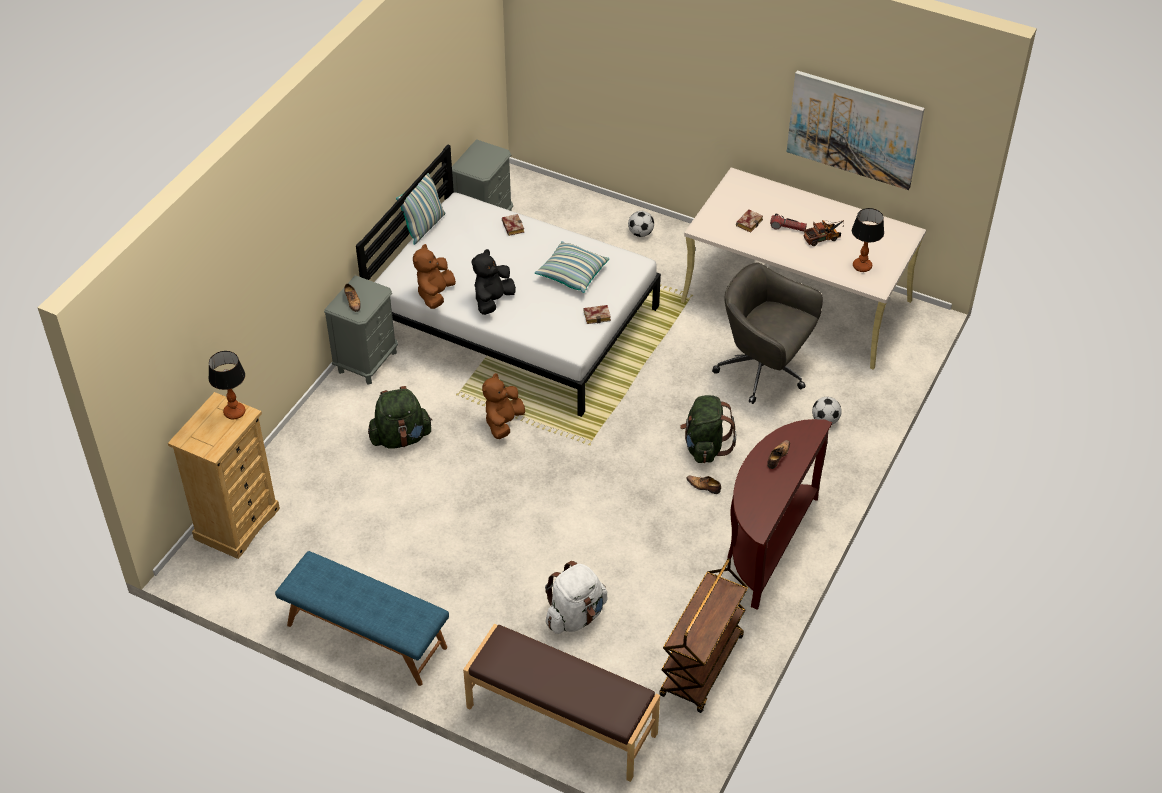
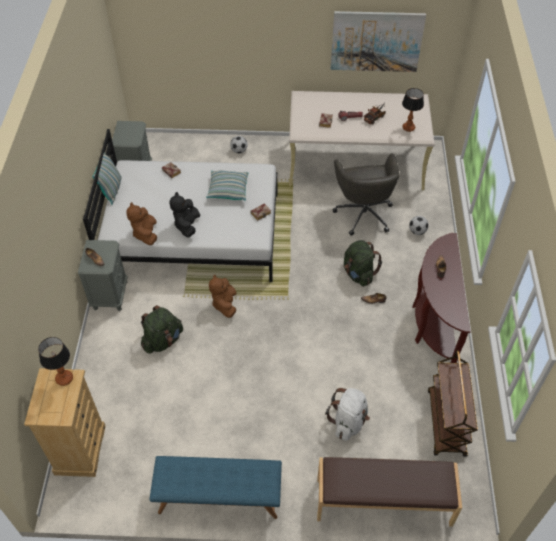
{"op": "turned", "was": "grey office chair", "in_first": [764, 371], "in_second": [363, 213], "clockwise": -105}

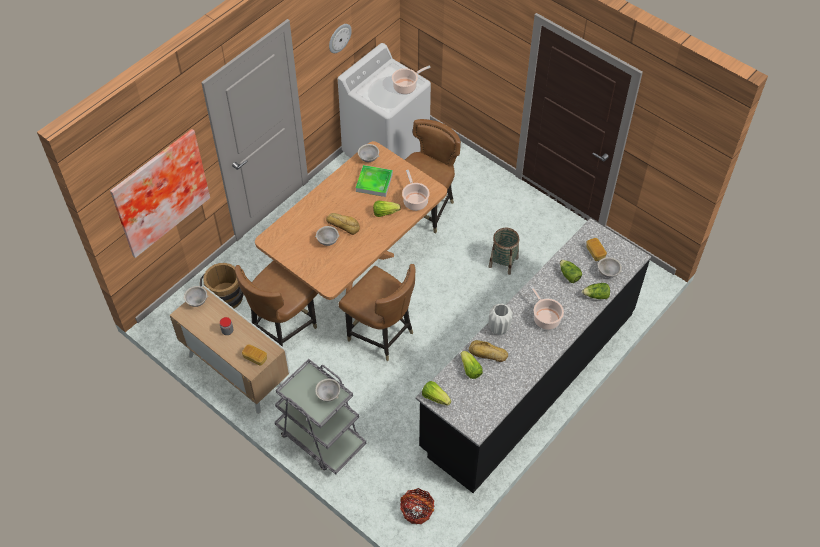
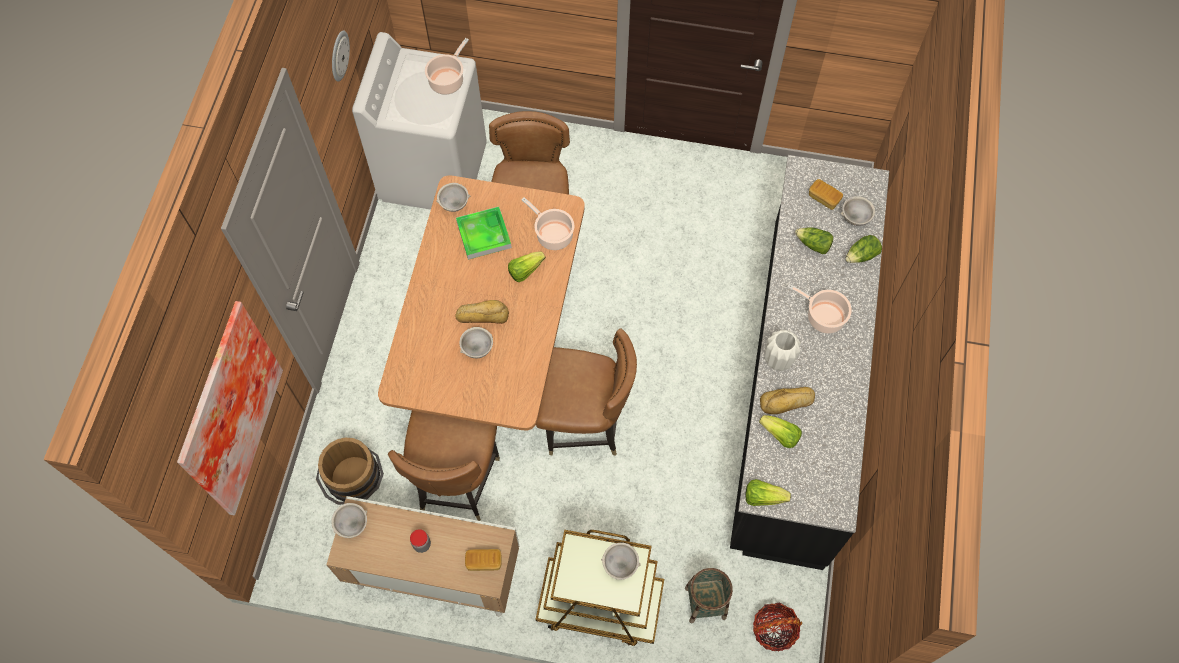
{"op": "recoloured", "was": "grey cart", "now": "brown cart", "in_first": [320, 438], "in_second": [599, 603]}
{"op": "moved", "was": "basket", "in_first": [503, 262], "in_second": [705, 603]}

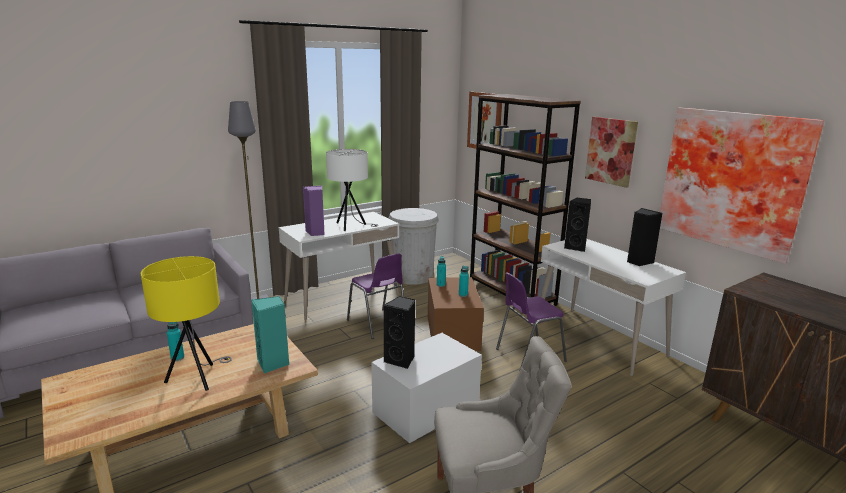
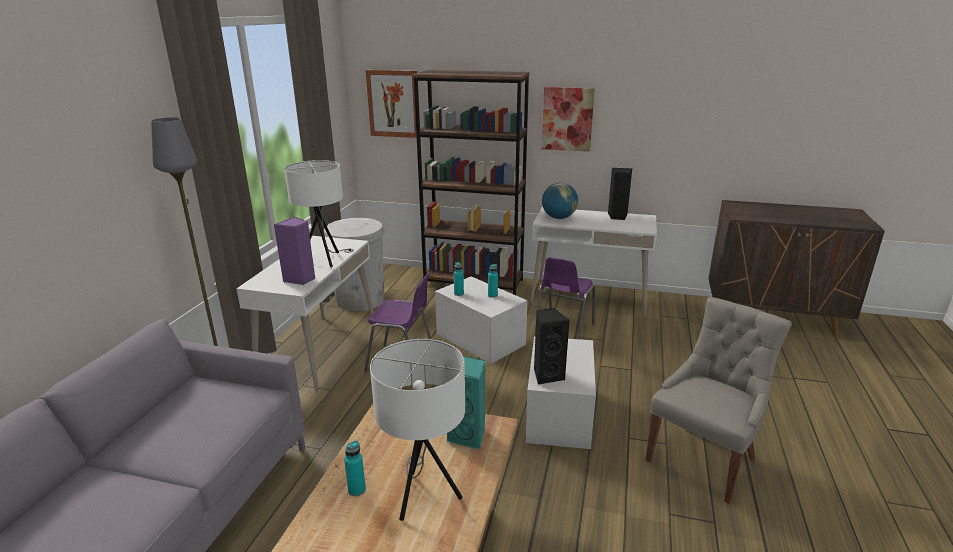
{"op": "recoloured", "was": "yellow table lamp", "now": "white table lamp", "in_first": [197, 378], "in_second": [424, 494]}
{"op": "recoloured", "was": "brown storage box", "now": "white storage box", "in_first": [452, 332], "in_second": [480, 339]}
{"op": "replaced", "was": "black speaker", "now": "globe", "in_first": [576, 247], "in_second": [558, 217]}
{"op": "removed", "was": "picture", "in_first": [733, 180]}

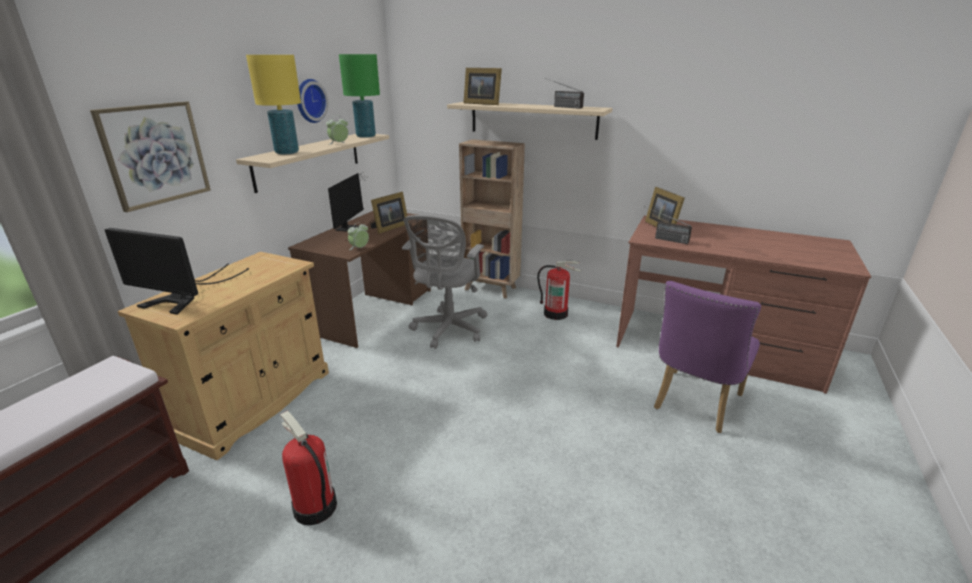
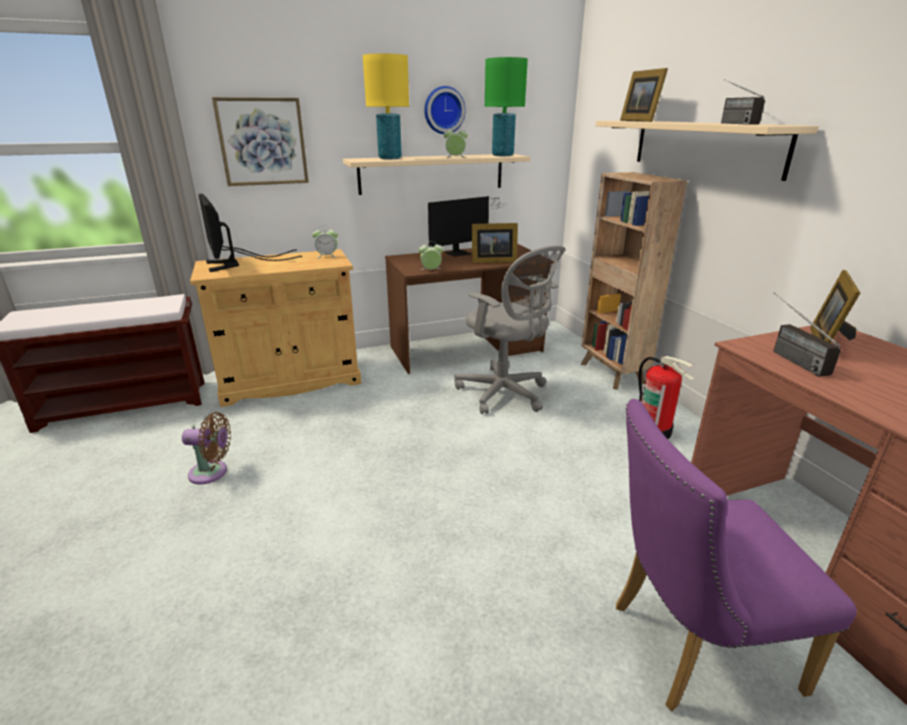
{"op": "replaced", "was": "fire extinguisher", "now": "brown fan", "in_first": [314, 507], "in_second": [212, 472]}
{"op": "turned", "was": "grey office chair", "in_first": [448, 330], "in_second": [505, 394], "clockwise": -105}
{"op": "added", "now": "alarm clock", "in_second": [327, 256]}

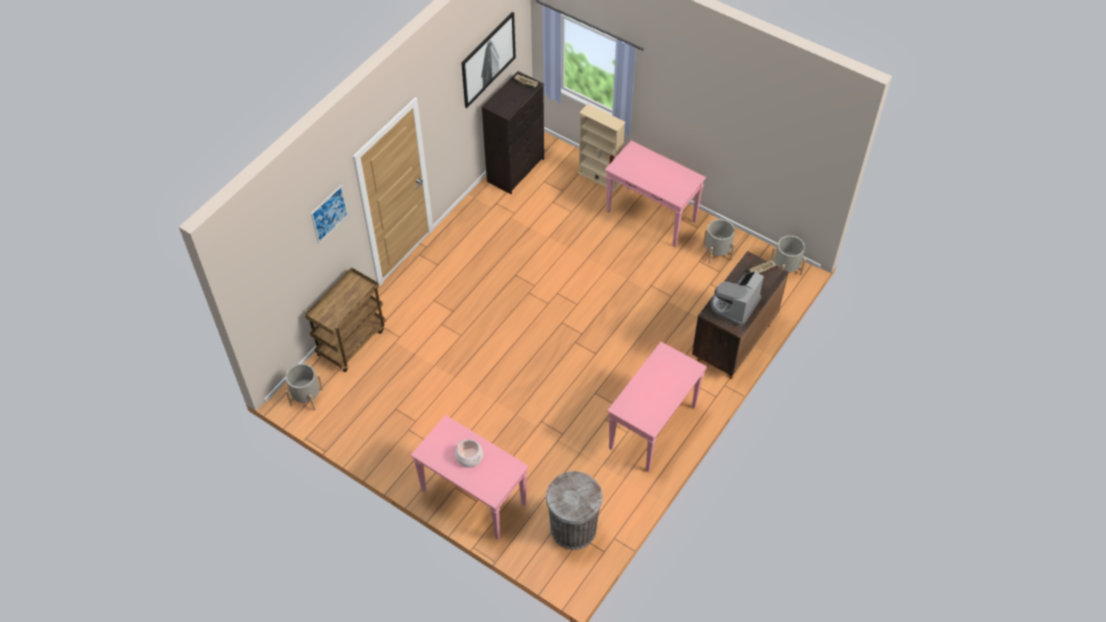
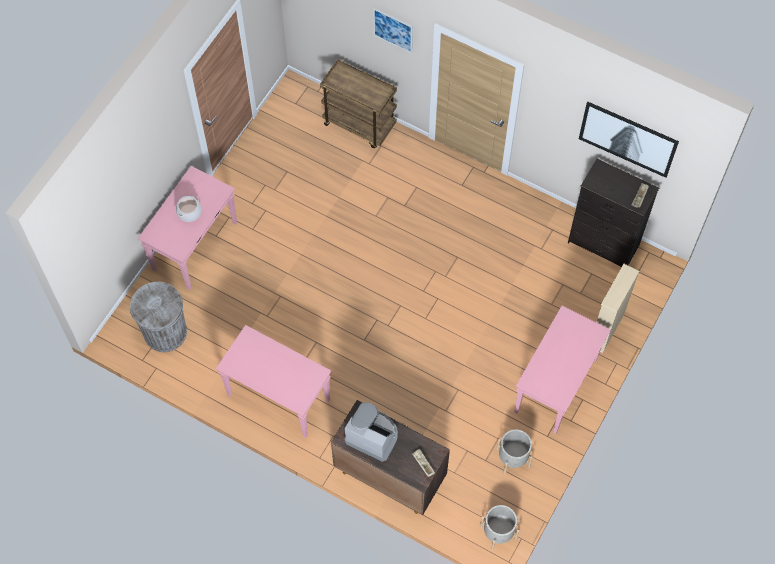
{"op": "removed", "was": "grey planter", "in_first": [307, 397]}

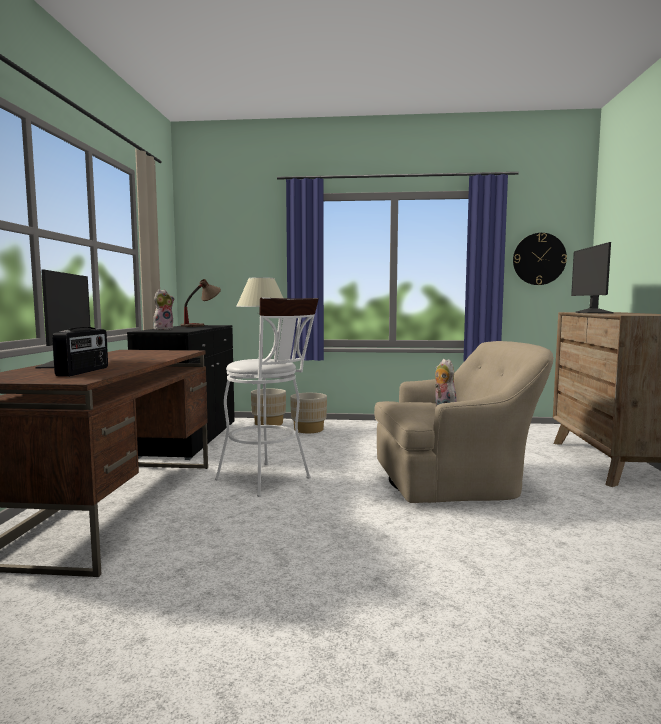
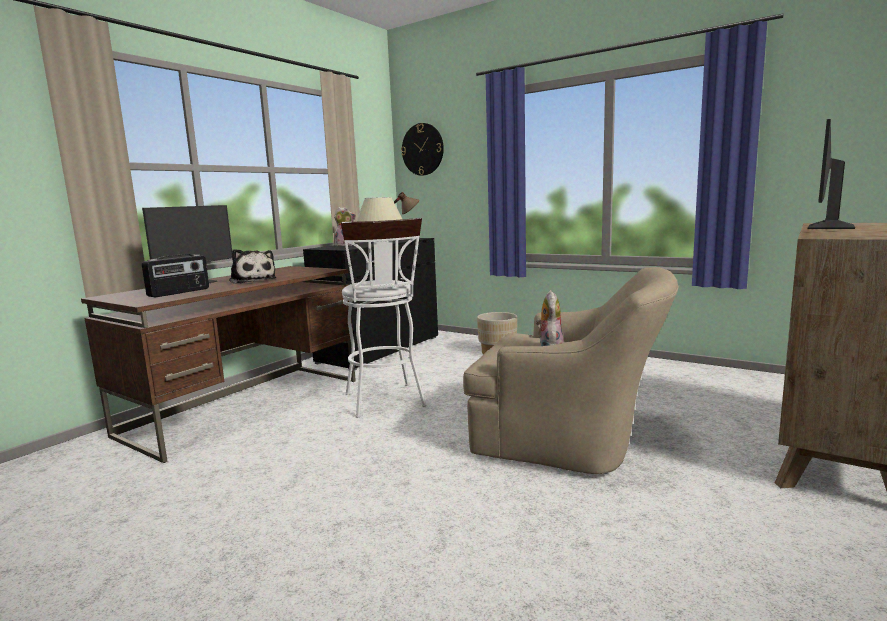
{"op": "removed", "was": "beige planter", "in_first": [269, 424]}
{"op": "moved", "was": "wall clock", "in_first": [539, 259], "in_second": [422, 149]}
{"op": "added", "now": "plush toy", "in_second": [252, 280]}

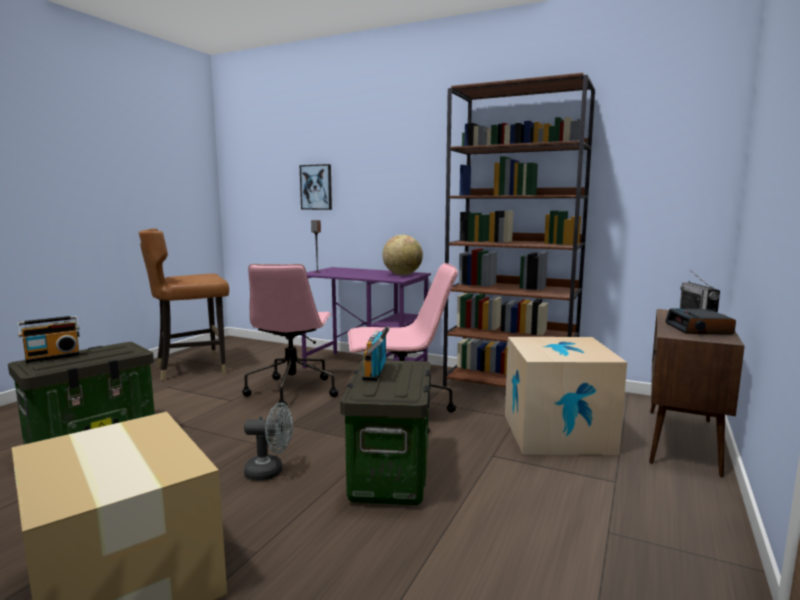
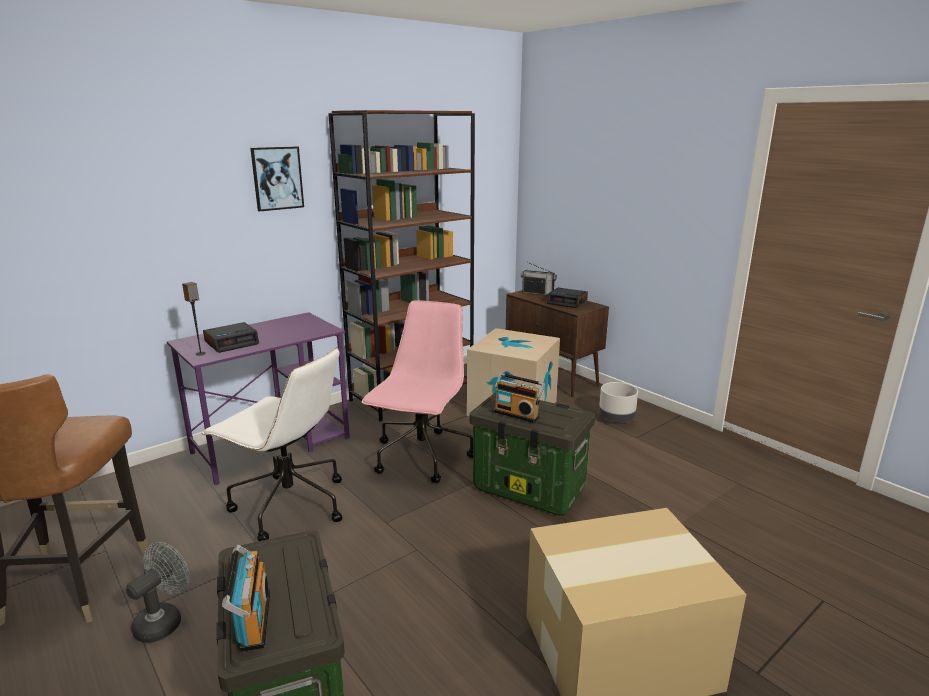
{"op": "recoloured", "was": "pink office chair", "now": "white office chair", "in_first": [292, 391], "in_second": [288, 505]}
{"op": "moved", "was": "grey fan", "in_first": [270, 472], "in_second": [164, 620]}
{"op": "moved", "was": "picture", "in_first": [316, 187], "in_second": [277, 178]}
{"op": "removed", "was": "globe", "in_first": [402, 274]}
{"op": "added", "now": "alarm clock", "in_second": [232, 343]}
{"op": "added", "now": "grey planter", "in_second": [616, 419]}

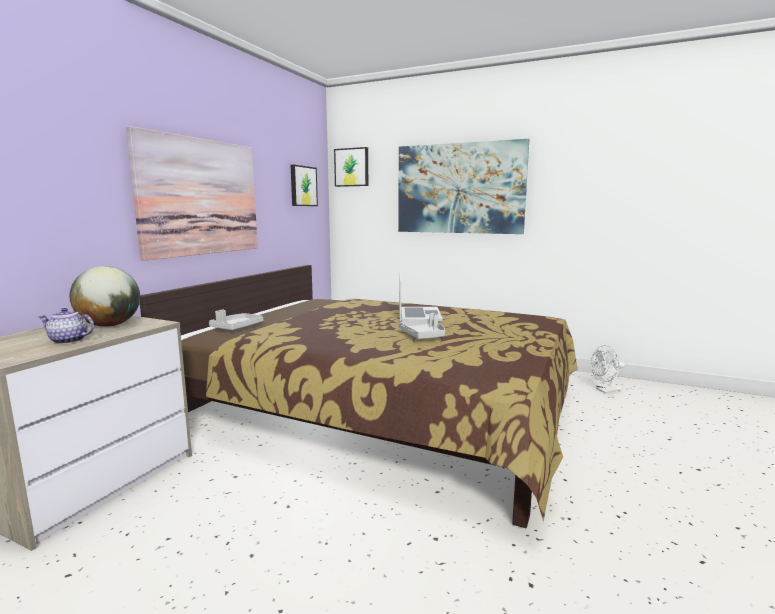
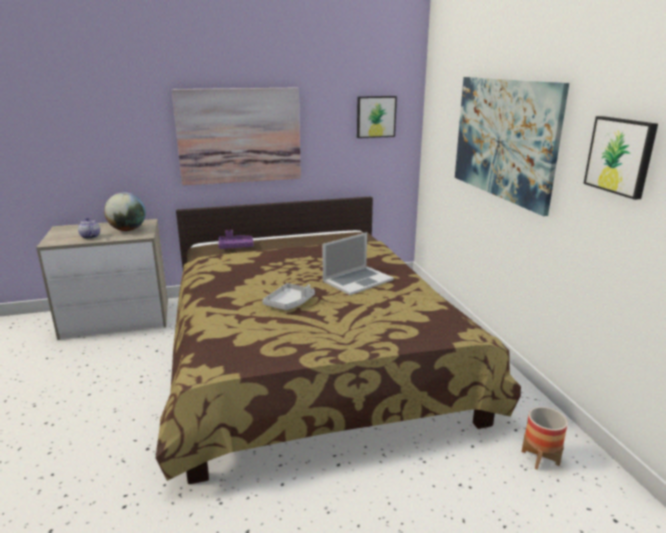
{"op": "recoloured", "was": "grey tray", "now": "purple tray", "in_first": [236, 327], "in_second": [235, 246]}
{"op": "moved", "was": "picture", "in_first": [352, 167], "in_second": [620, 156]}
{"op": "replaced", "was": "white fan", "now": "planter", "in_first": [605, 390], "in_second": [540, 458]}

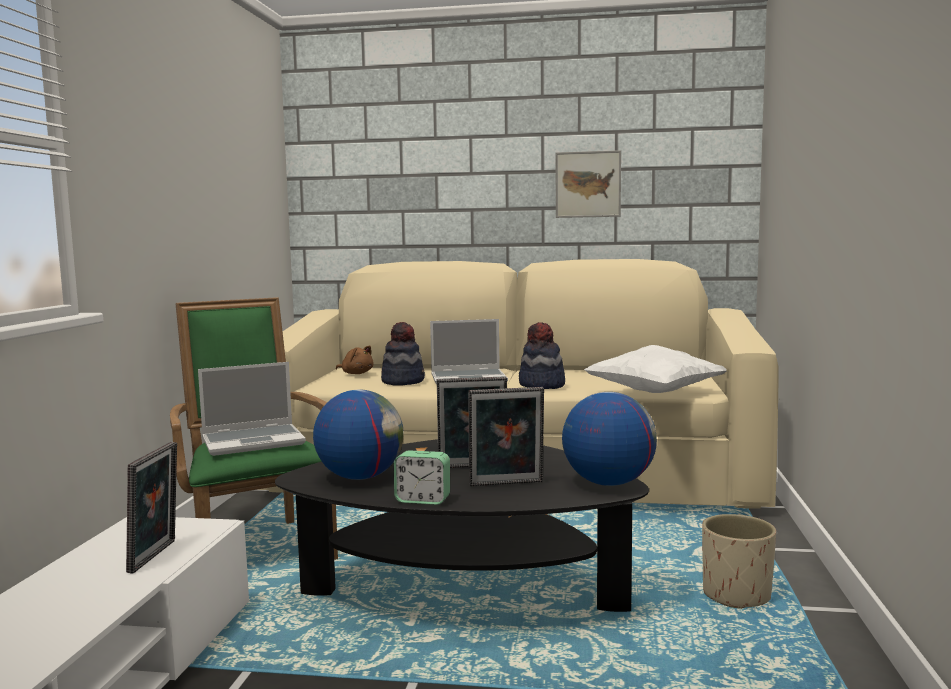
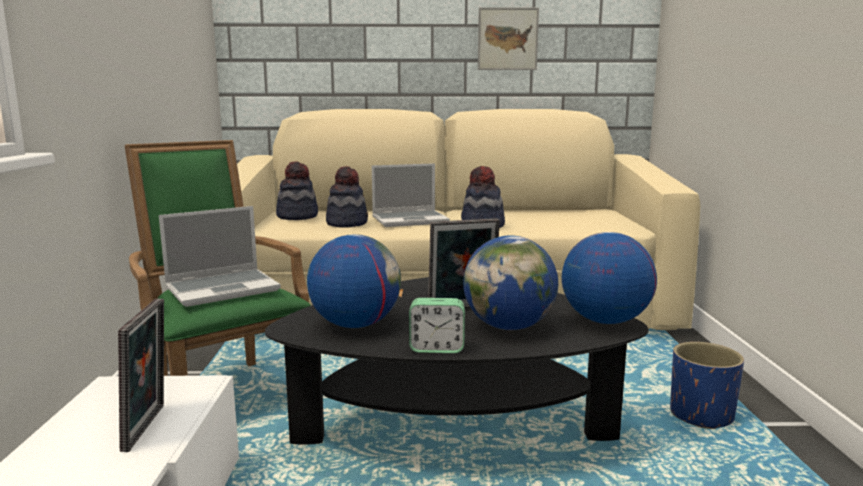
{"op": "replaced", "was": "brown plush toy", "now": "hat", "in_first": [356, 373], "in_second": [297, 216]}
{"op": "replaced", "was": "picture frame", "now": "globe", "in_first": [506, 485], "in_second": [509, 327]}
{"op": "removed", "was": "white pillow", "in_first": [655, 393]}
{"op": "recoloured", "was": "beige planter", "now": "blue planter", "in_first": [736, 595], "in_second": [701, 415]}

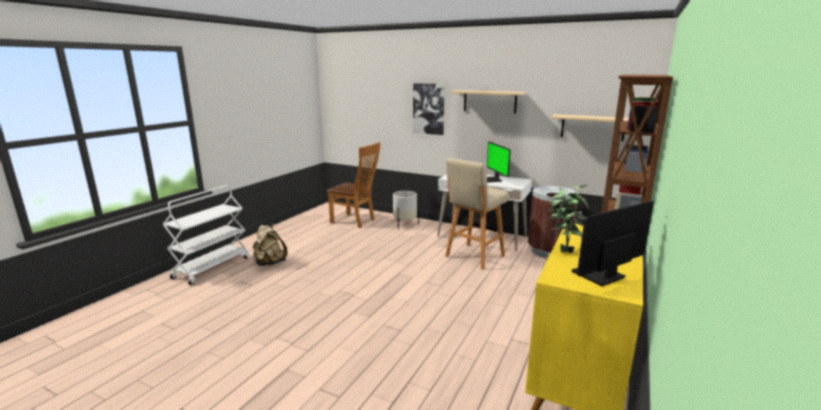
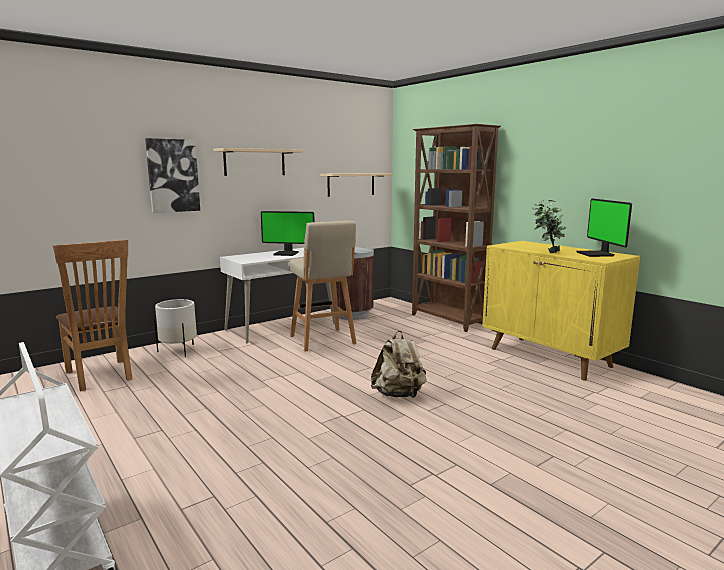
{"op": "moved", "was": "beige backpack", "in_first": [269, 263], "in_second": [399, 395]}
{"op": "turned", "was": "brown chair", "in_first": [355, 221], "in_second": [101, 376], "clockwise": 90}

